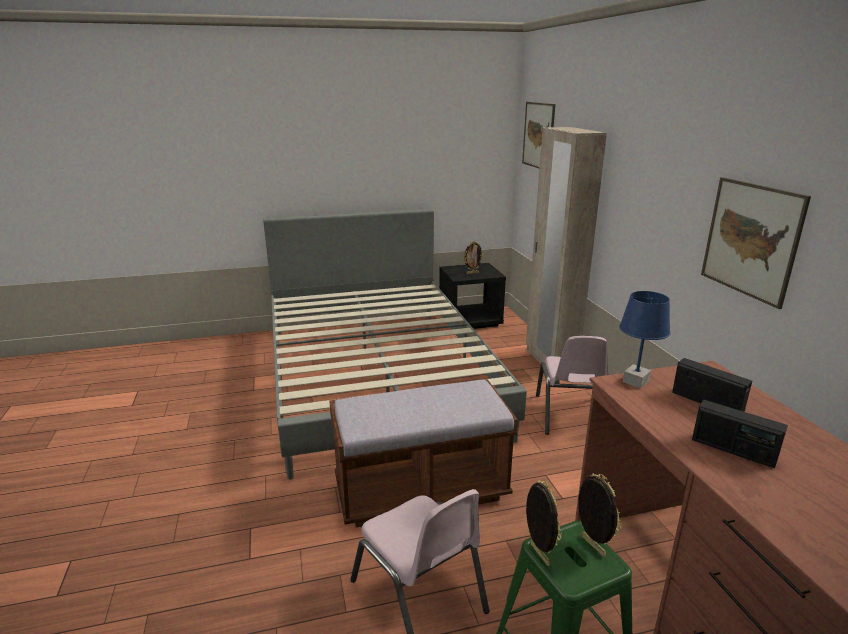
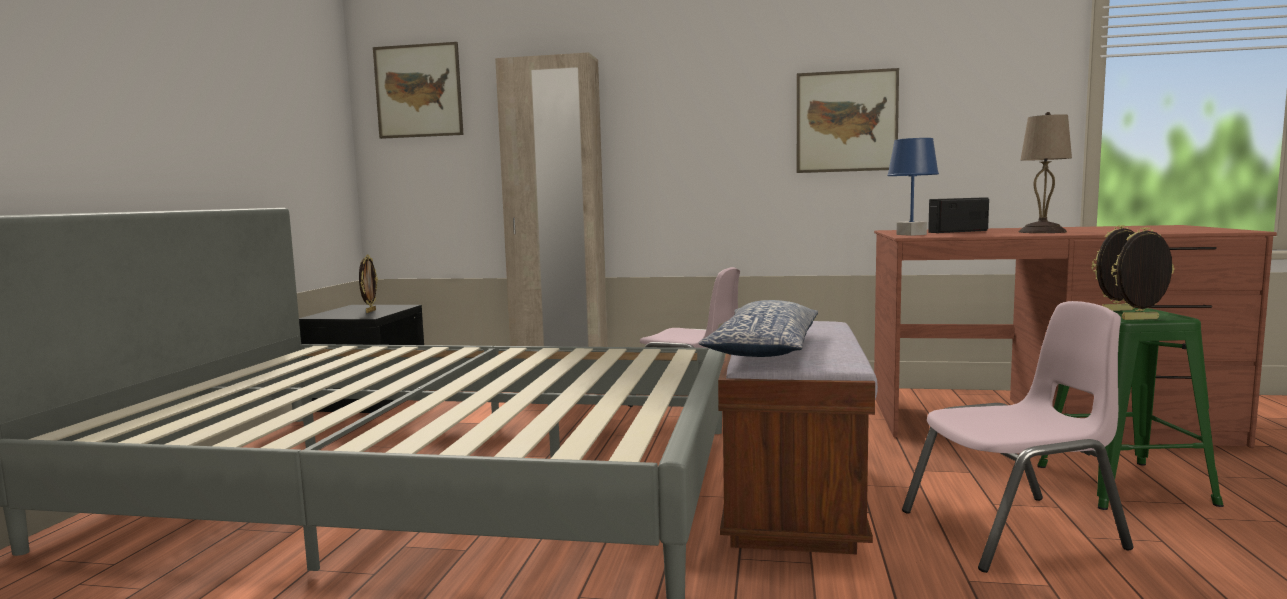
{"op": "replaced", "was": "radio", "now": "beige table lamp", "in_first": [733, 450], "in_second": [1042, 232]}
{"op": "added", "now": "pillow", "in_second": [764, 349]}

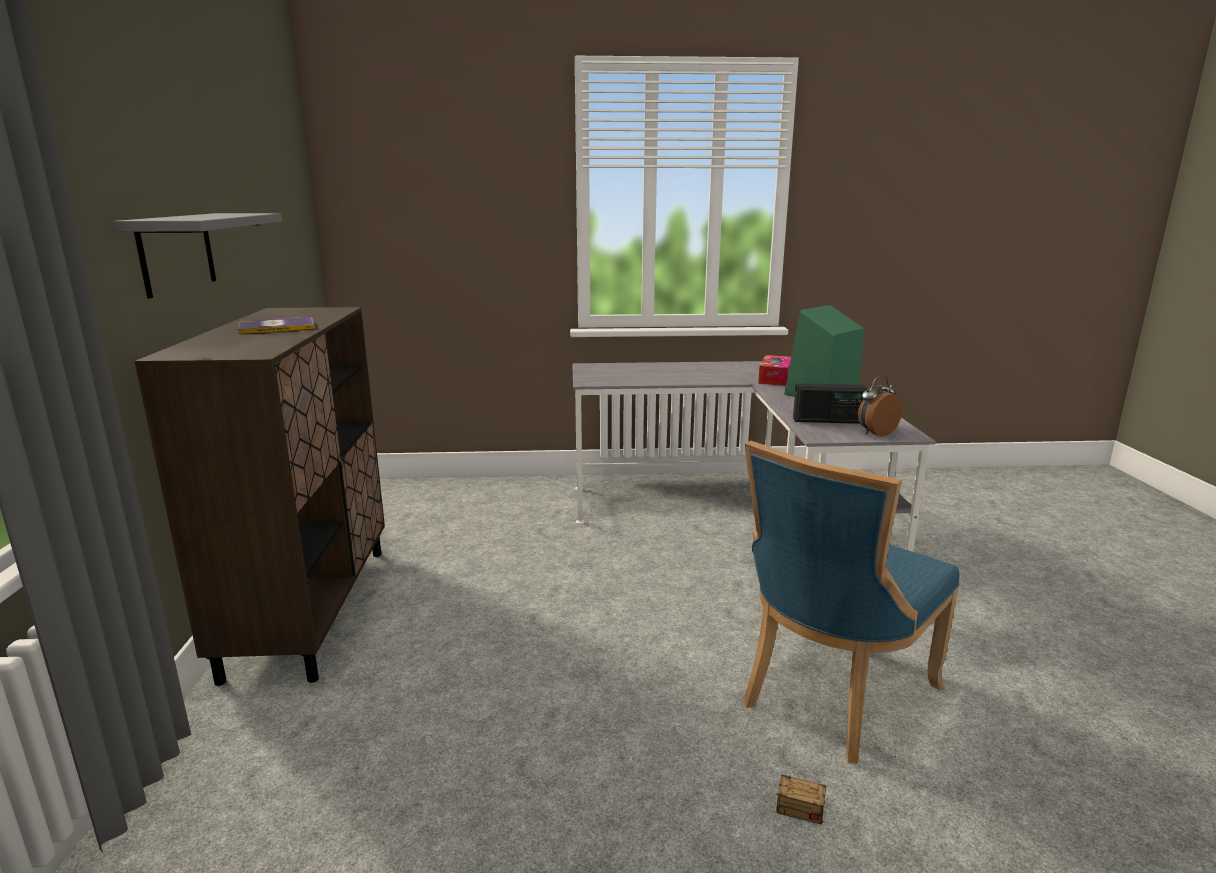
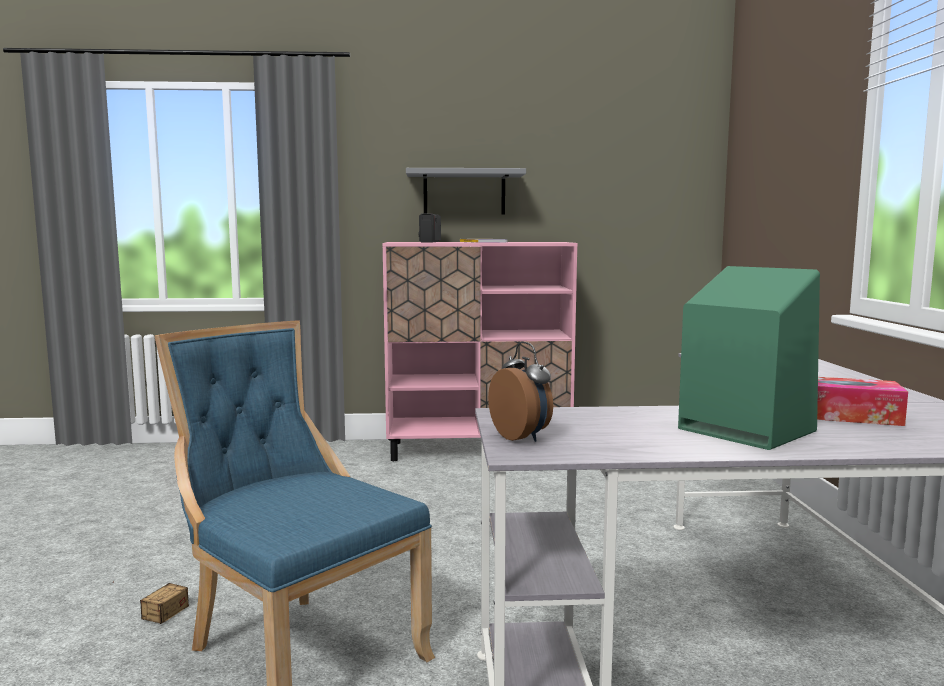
{"op": "recoloured", "was": "brown cabinet", "now": "pink cabinet", "in_first": [310, 608], "in_second": [478, 450]}
{"op": "moved", "was": "radio", "in_first": [827, 420], "in_second": [429, 242]}

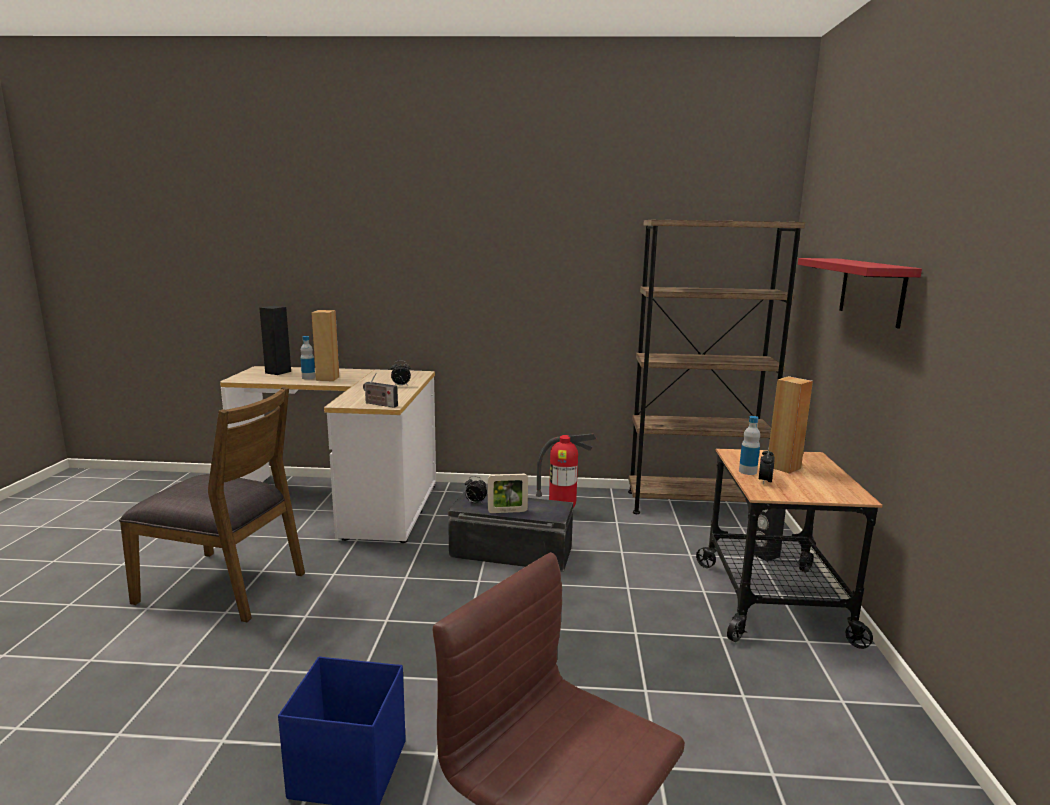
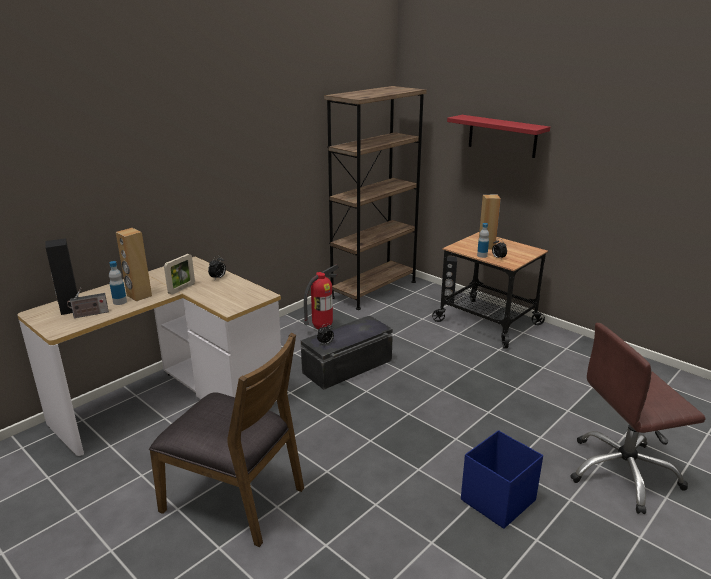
{"op": "turned", "was": "brown chair", "in_first": [224, 586], "in_second": [235, 498], "clockwise": 60}
{"op": "moved", "was": "radio", "in_first": [379, 404], "in_second": [89, 314]}
{"op": "moved", "was": "picture frame", "in_first": [507, 511], "in_second": [181, 289]}

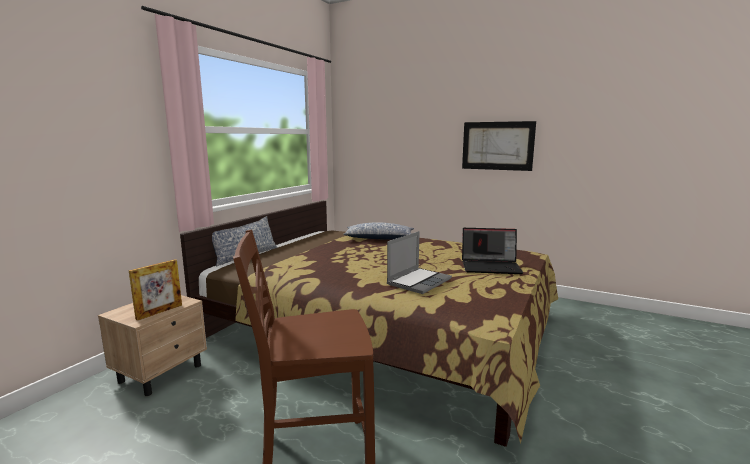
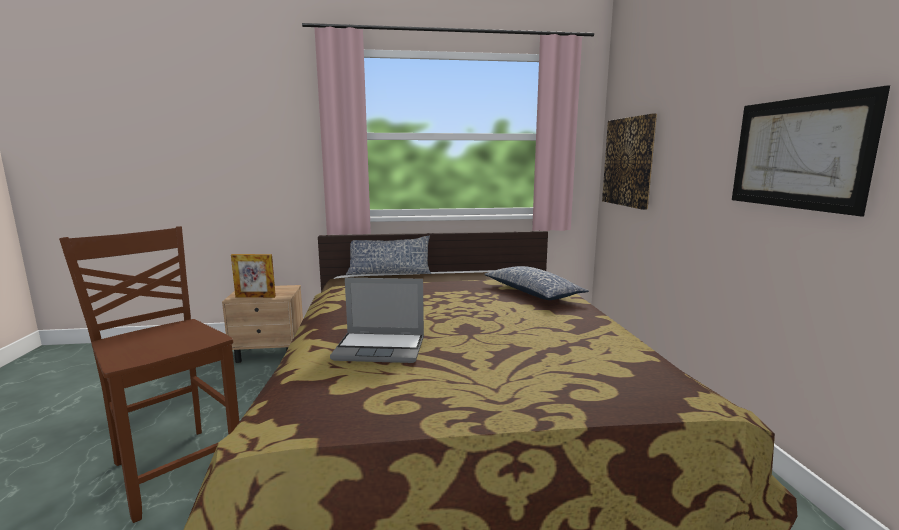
{"op": "removed", "was": "laptop", "in_first": [491, 266]}
{"op": "added", "now": "picture", "in_second": [629, 162]}

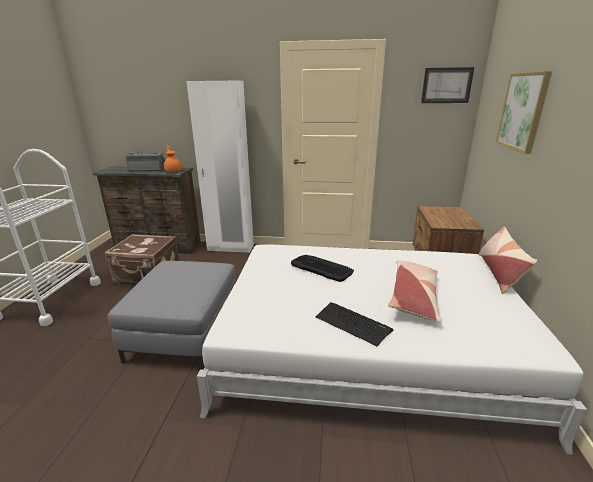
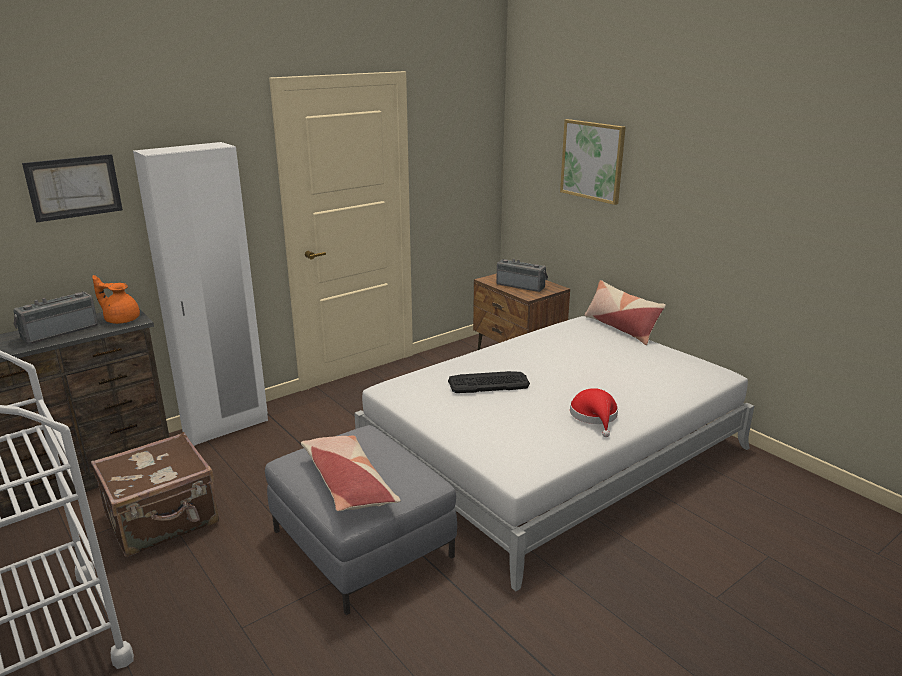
{"op": "replaced", "was": "keyboard", "now": "red hat", "in_first": [352, 323], "in_second": [595, 416]}
{"op": "moved", "was": "pillow", "in_first": [414, 297], "in_second": [348, 483]}
{"op": "moved", "was": "picture", "in_first": [446, 85], "in_second": [74, 187]}
{"op": "added", "now": "radio", "in_second": [521, 285]}

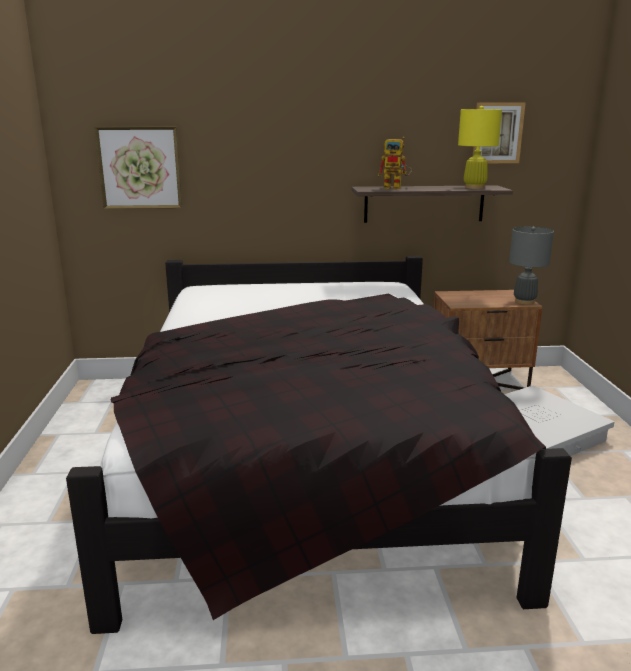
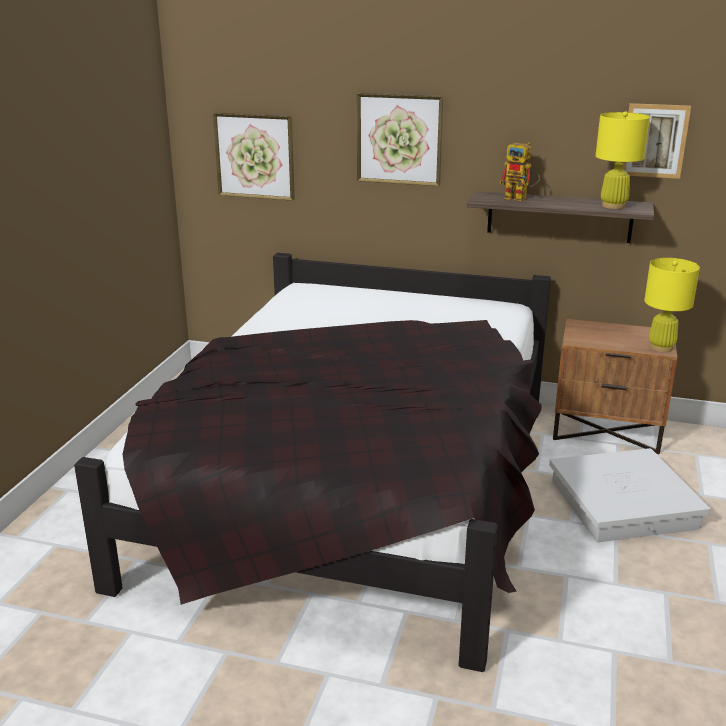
{"op": "recoloured", "was": "grey table lamp", "now": "yellow table lamp", "in_first": [524, 301], "in_second": [661, 348]}
{"op": "added", "now": "picture", "in_second": [399, 139]}

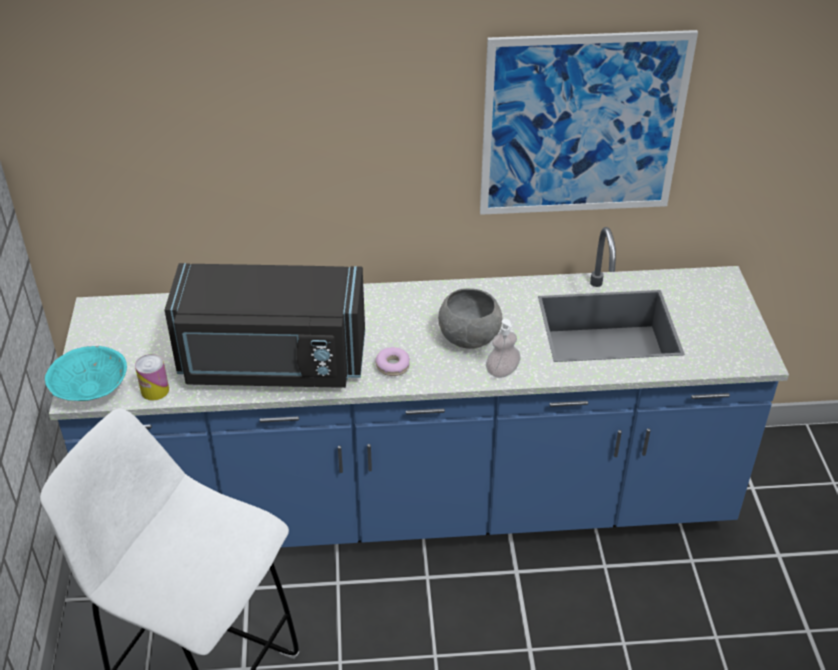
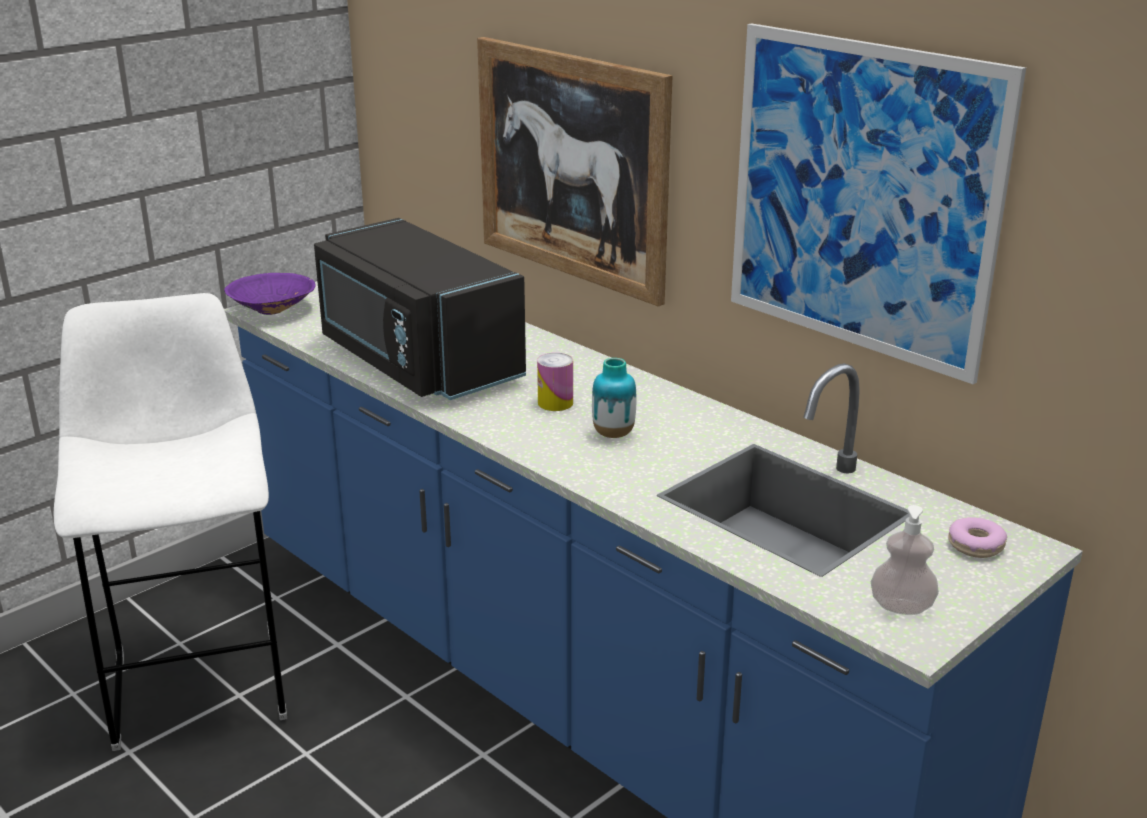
{"op": "recoloured", "was": "turquoise bowl", "now": "purple bowl", "in_first": [90, 388], "in_second": [273, 310]}
{"op": "moved", "was": "can", "in_first": [155, 390], "in_second": [555, 403]}
{"op": "moved", "was": "donut", "in_first": [392, 366], "in_second": [976, 545]}
{"op": "replaced", "was": "grey bowl", "now": "vase", "in_first": [469, 337], "in_second": [613, 434]}
{"op": "moved", "was": "soap dispenser", "in_first": [502, 371], "in_second": [901, 607]}
{"op": "added", "now": "picture", "in_second": [571, 167]}

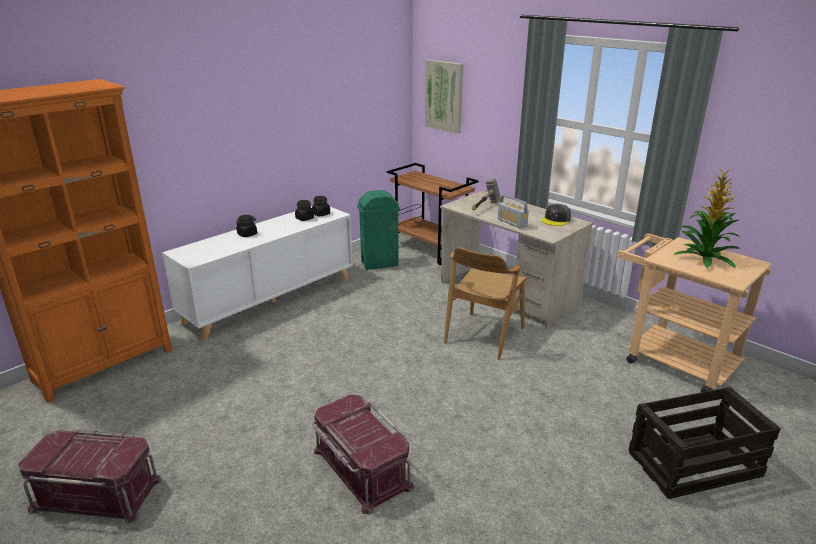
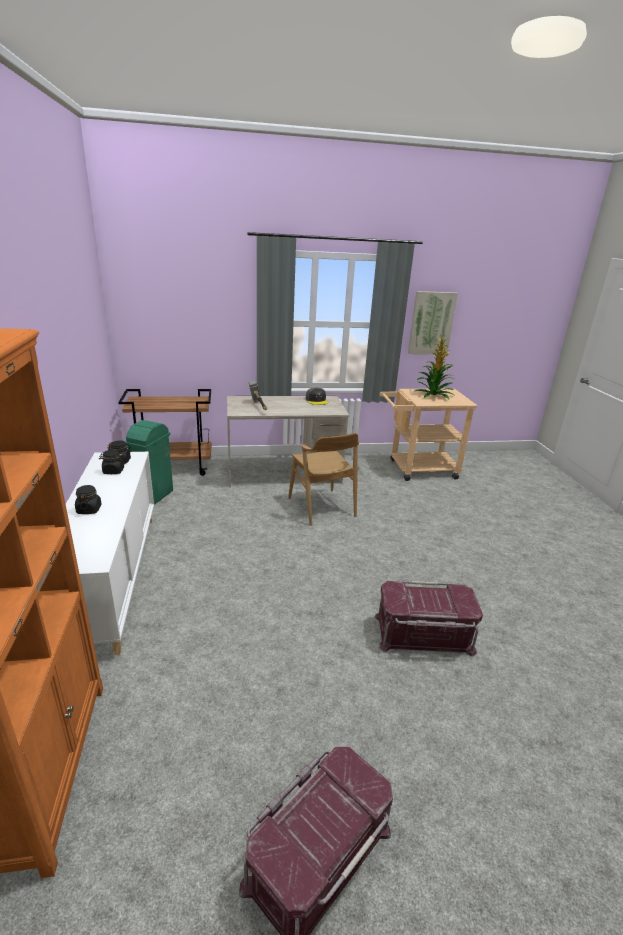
{"op": "moved", "was": "picture", "in_first": [444, 96], "in_second": [431, 323]}
{"op": "removed", "was": "radio", "in_first": [512, 223]}
{"op": "removed", "was": "crate", "in_first": [693, 465]}

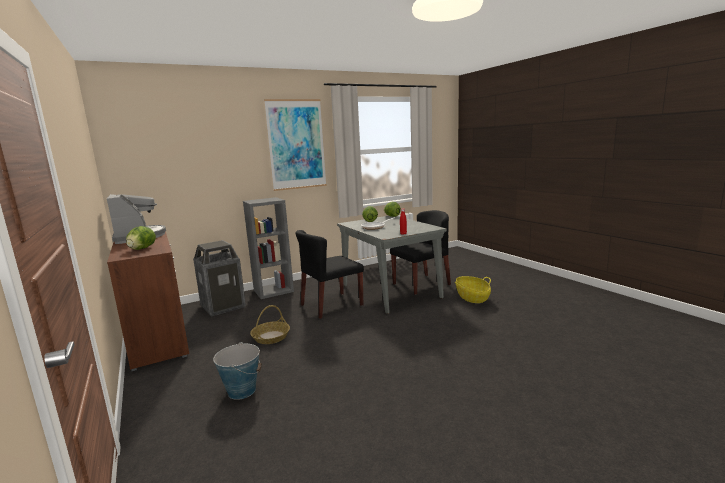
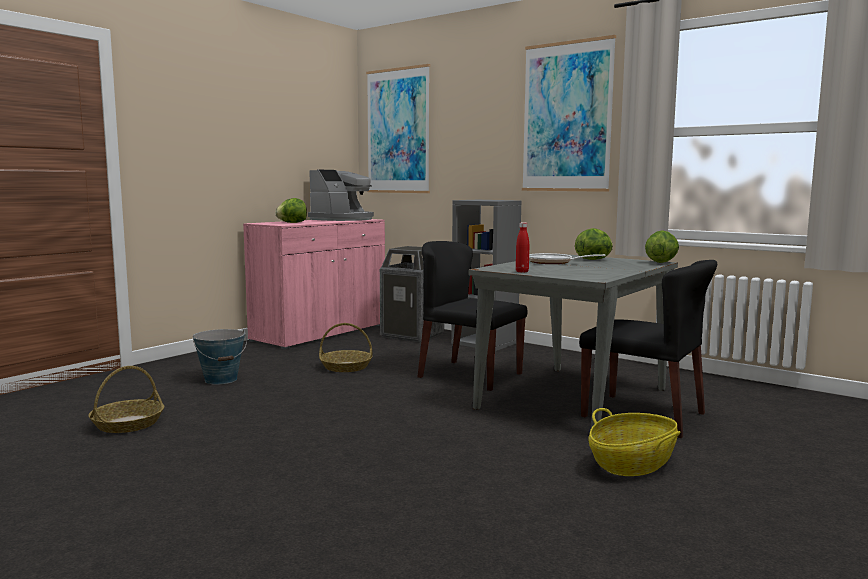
{"op": "recoloured", "was": "brown cabinet", "now": "pink cabinet", "in_first": [159, 336], "in_second": [320, 333]}
{"op": "added", "now": "basket", "in_second": [128, 424]}
{"op": "added", "now": "picture", "in_second": [398, 131]}

